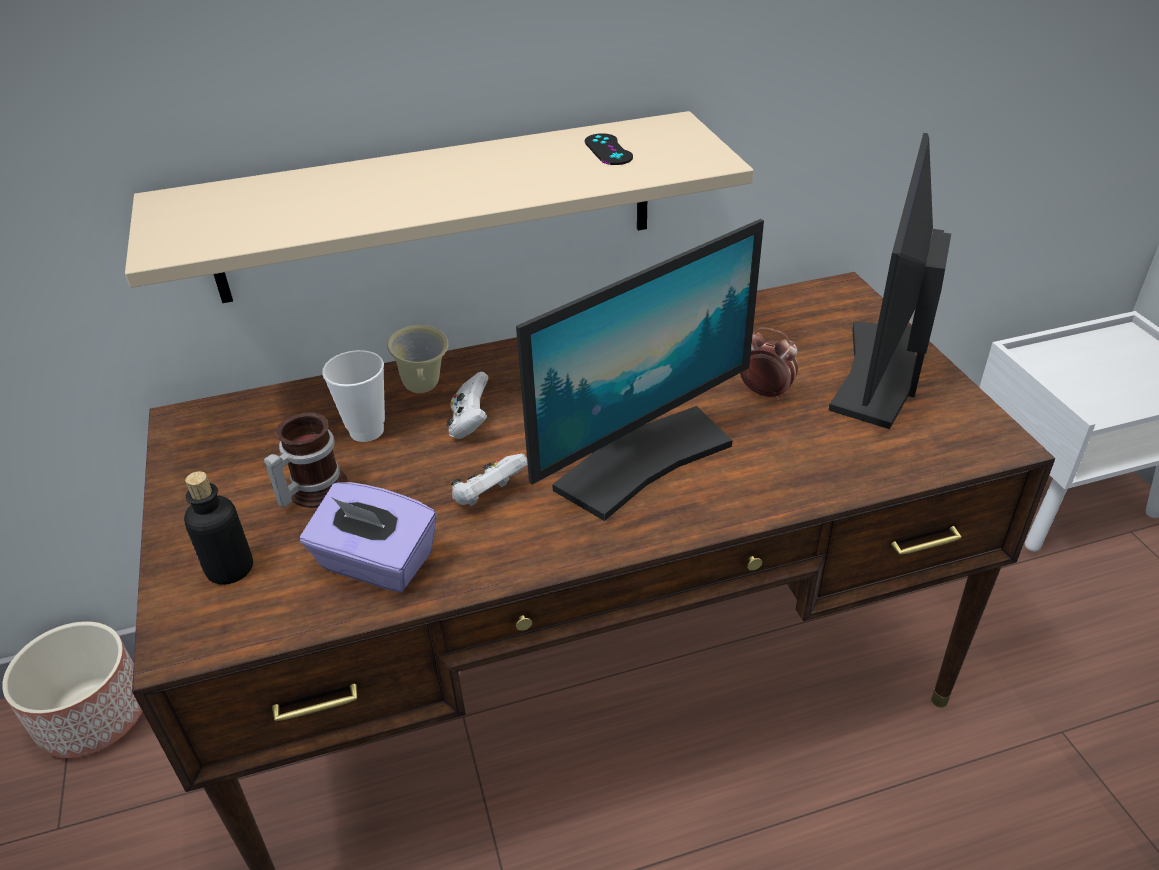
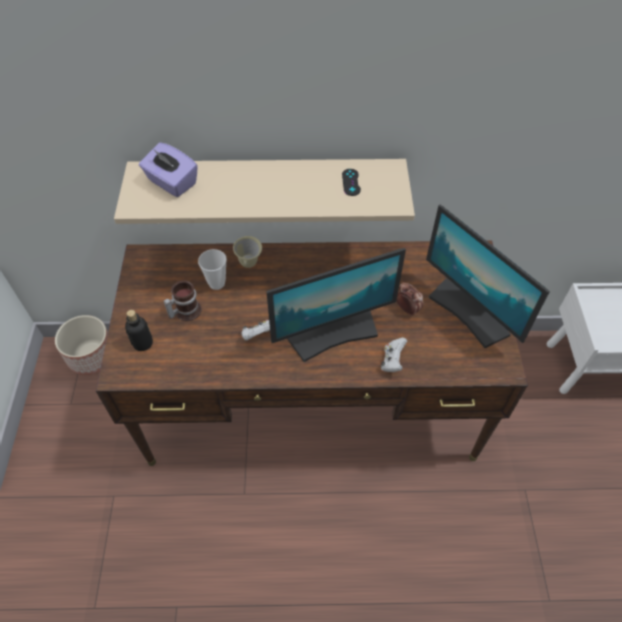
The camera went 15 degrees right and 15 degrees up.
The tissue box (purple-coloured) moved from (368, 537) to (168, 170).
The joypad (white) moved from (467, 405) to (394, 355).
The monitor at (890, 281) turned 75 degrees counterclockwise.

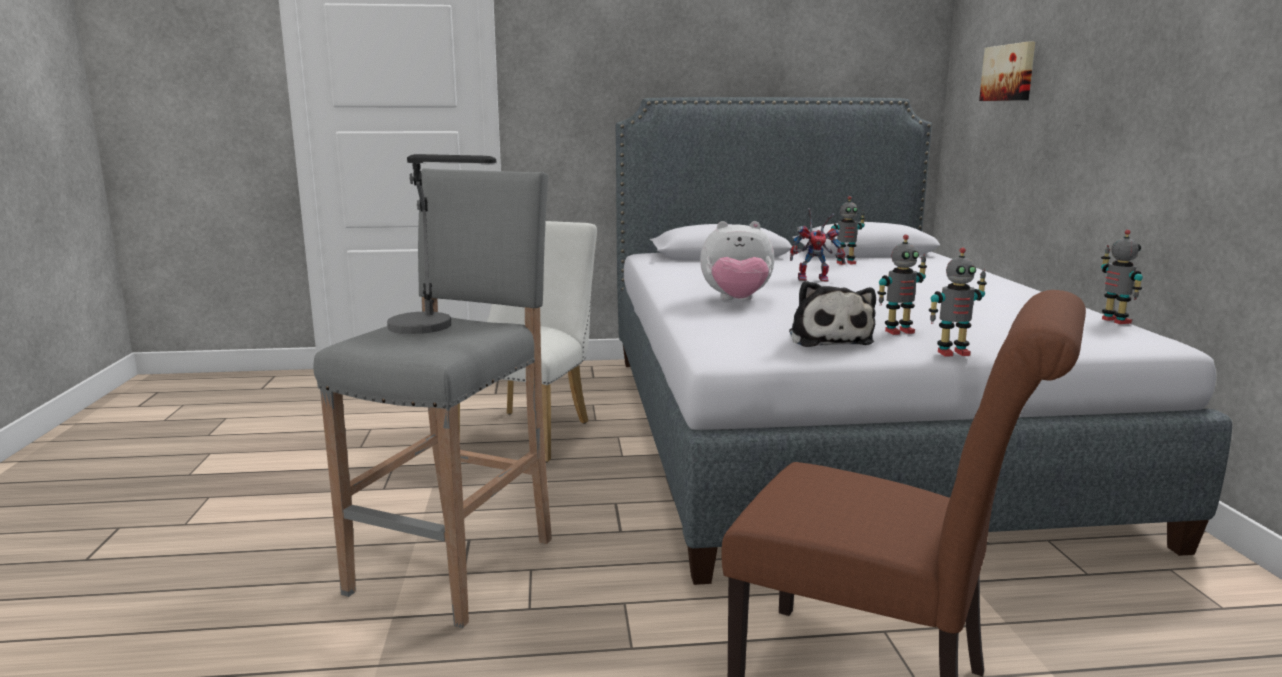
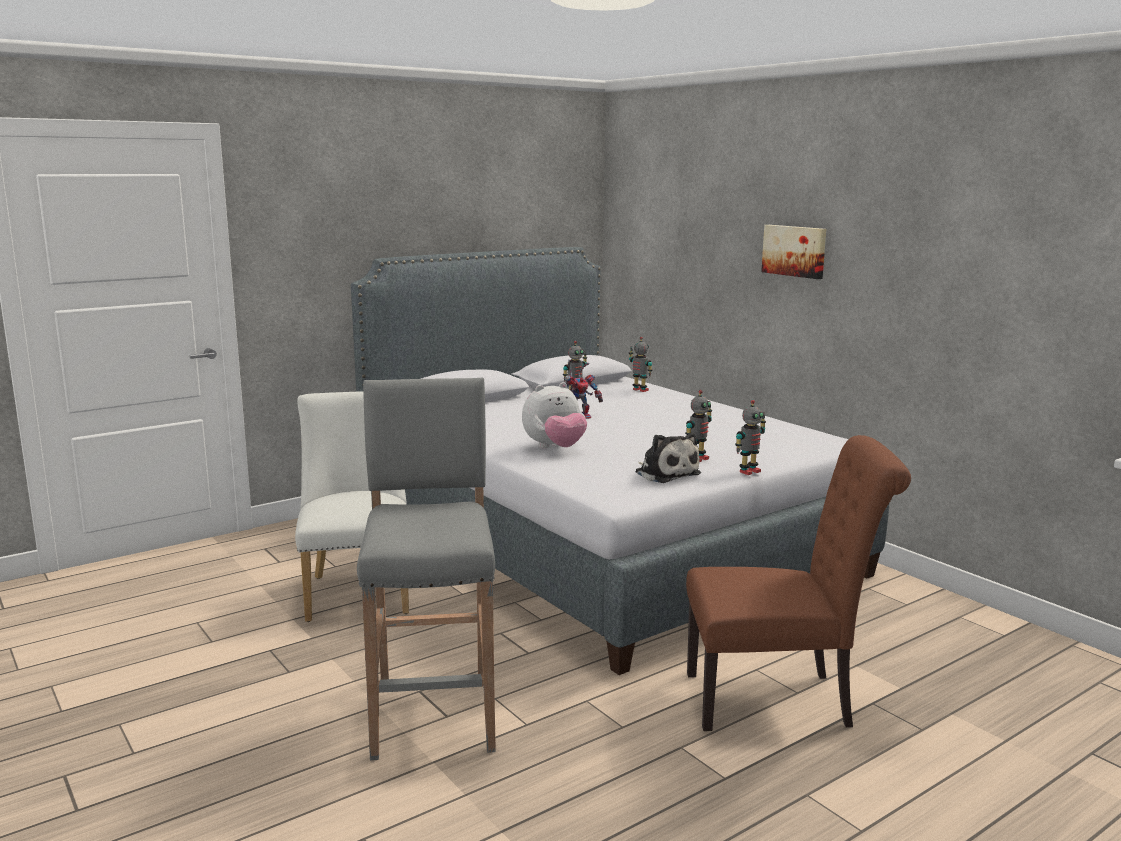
The camera went 30 degrees left and 0 degrees up.
The tabletop lamp at (441, 244) disappeared.
The picture moved from (1007, 71) to (793, 252).
The robot figure moved from (1122, 277) to (640, 364).

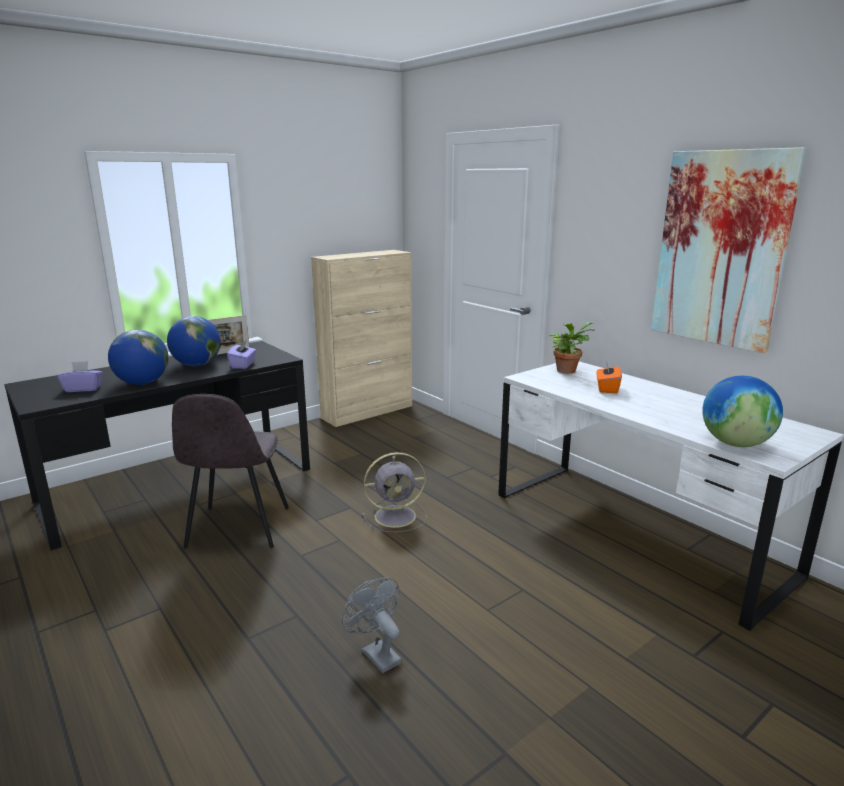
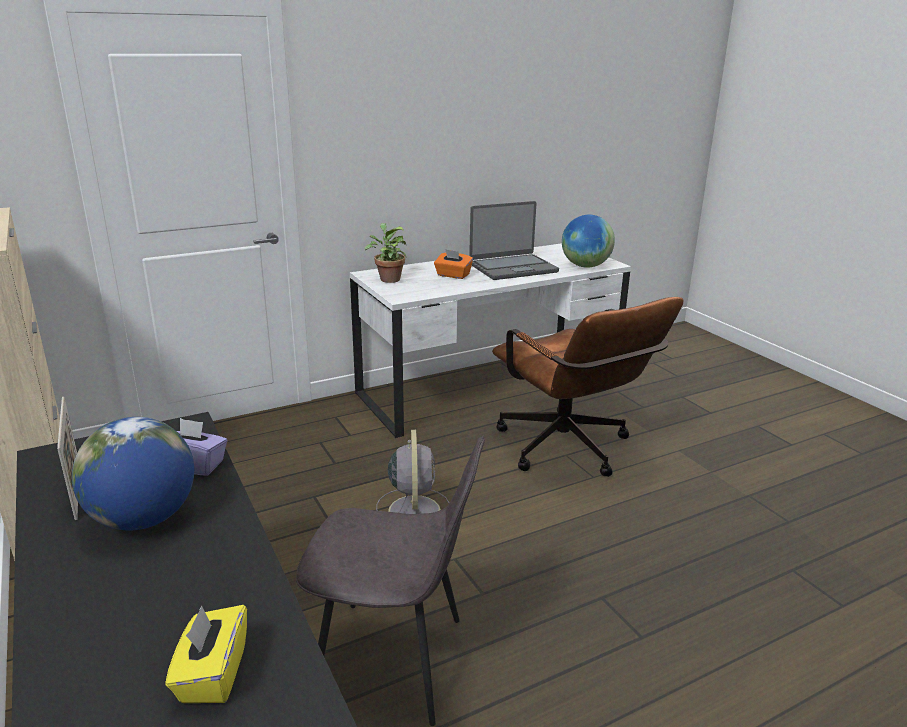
The camera went 80 degrees left and 5 degrees up.
The tissue box (purple-coloured) at (80, 376) became the tissue box (yellowish) at (206, 654).
The desk globe at (138, 357) disappeared.
The cooling fan (gray) at (371, 625) disappeared.
The picture at (729, 250) disappeared.
The notebook computer at (514, 240) appeared.
The office chair (brown-coloured) at (588, 387) appeared.

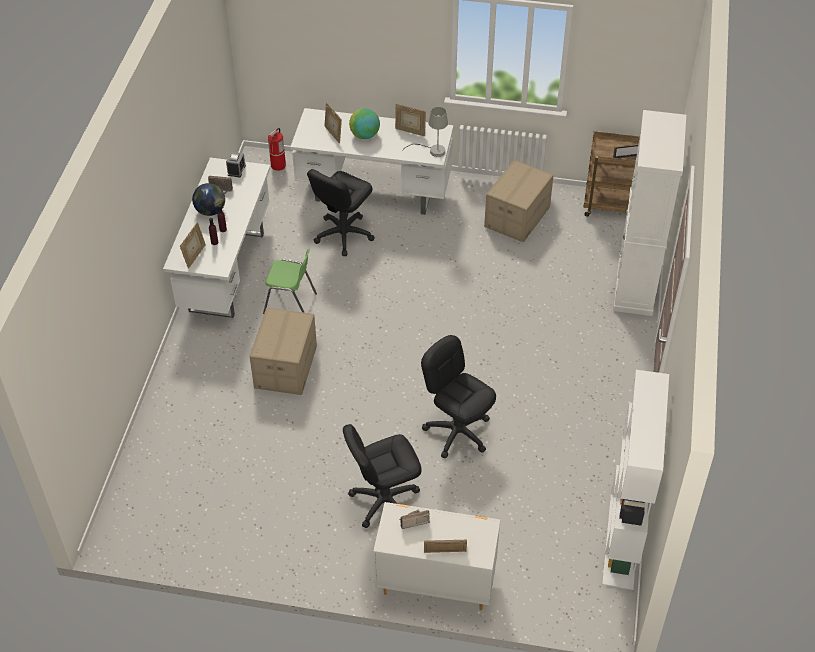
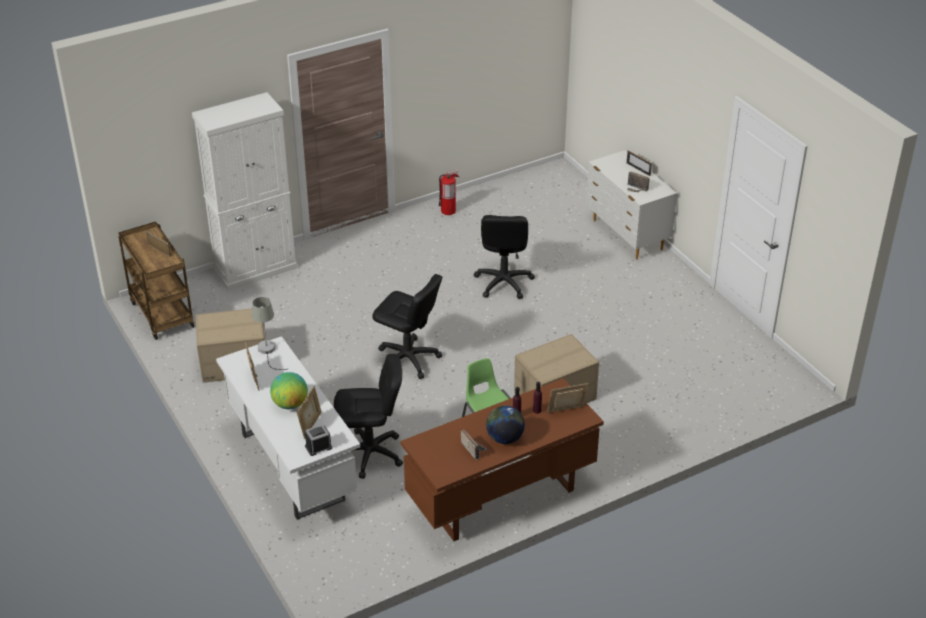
The camera went 130 degrees left and 10 degrees down.
The desk (white) at (217, 238) became the desk (brown-coloured) at (502, 459).
The table clock moved from (236, 164) to (318, 440).
The extinguisher moved from (277, 149) to (448, 192).
The office chair (black-coloured) moved from (382, 476) to (407, 326).
The bookshelf (white) at (635, 480) disappeared.

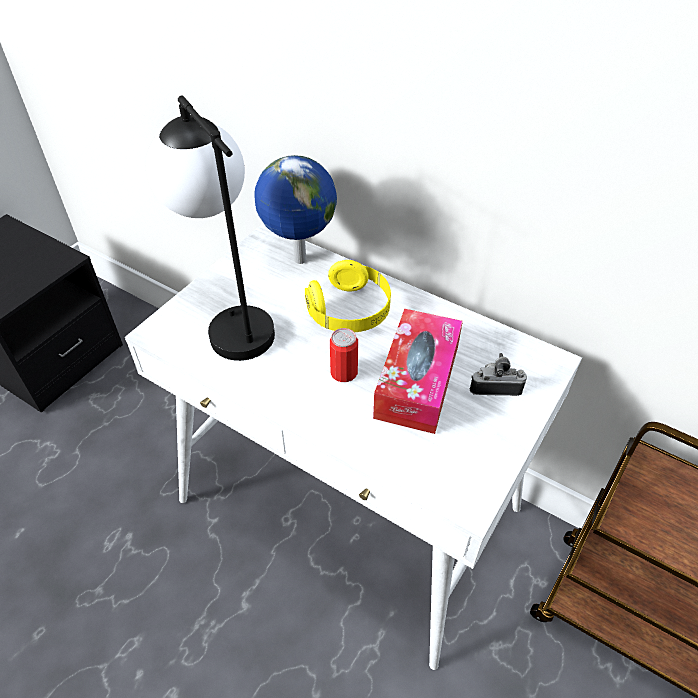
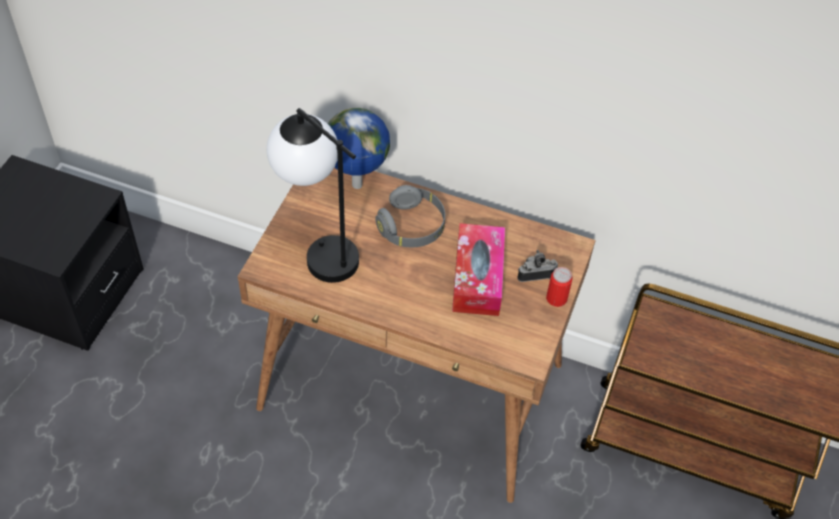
The camera went 15 degrees left and 5 degrees up.
The desk (white) at (353, 446) became the desk (brown-coloured) at (416, 335).
The headphones (yellowish) at (348, 296) became the headphones (gray) at (410, 216).
The metal can moved from (344, 355) to (559, 287).

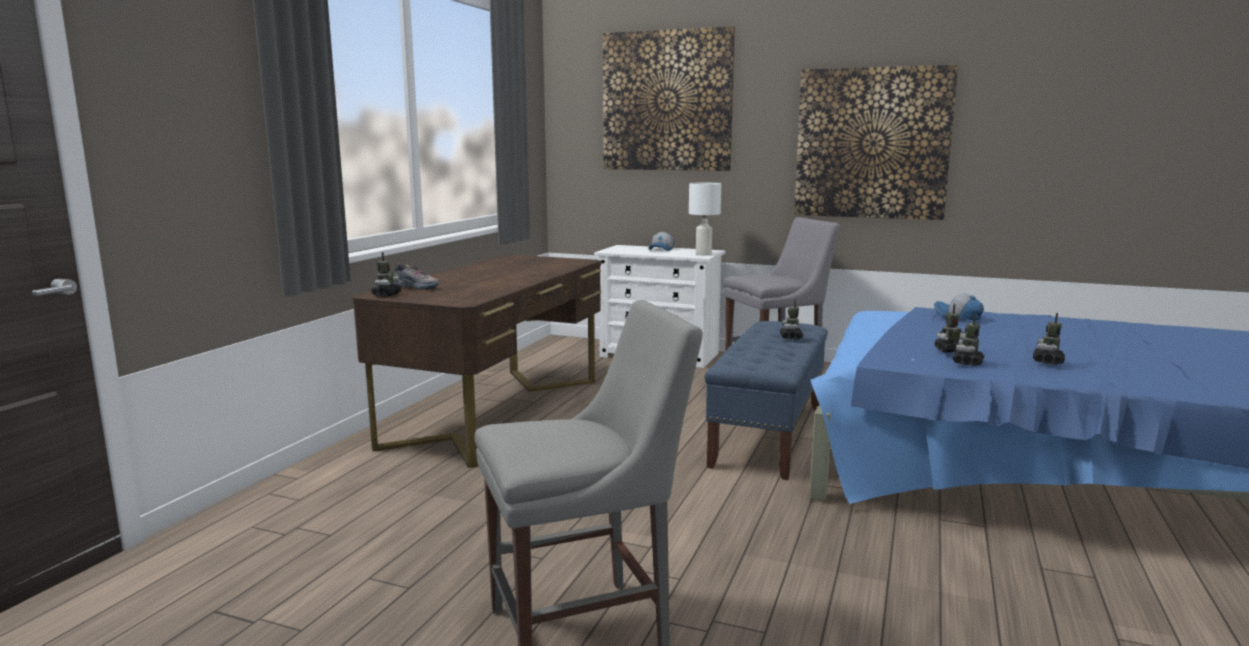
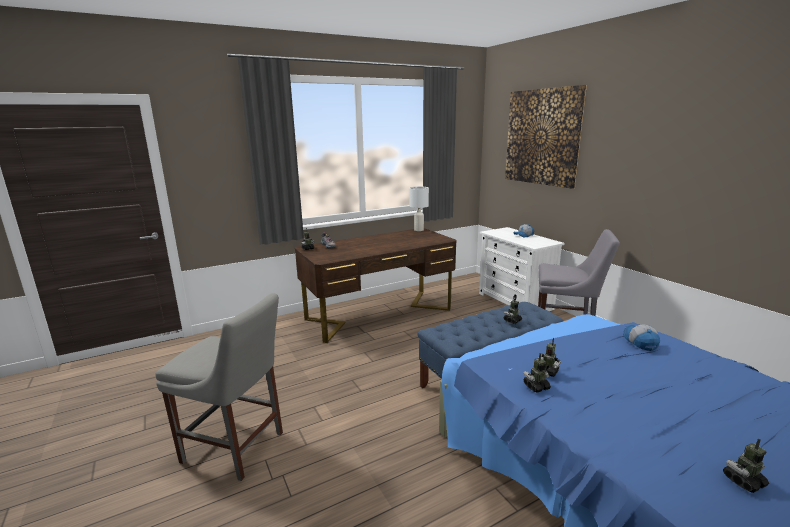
The camera went 40 degrees right and 5 degrees up.
The tabletop lamp (white) moved from (705, 219) to (419, 208).
The picture at (876, 142) disappeared.
The robot figure moved from (1049, 339) to (746, 465).

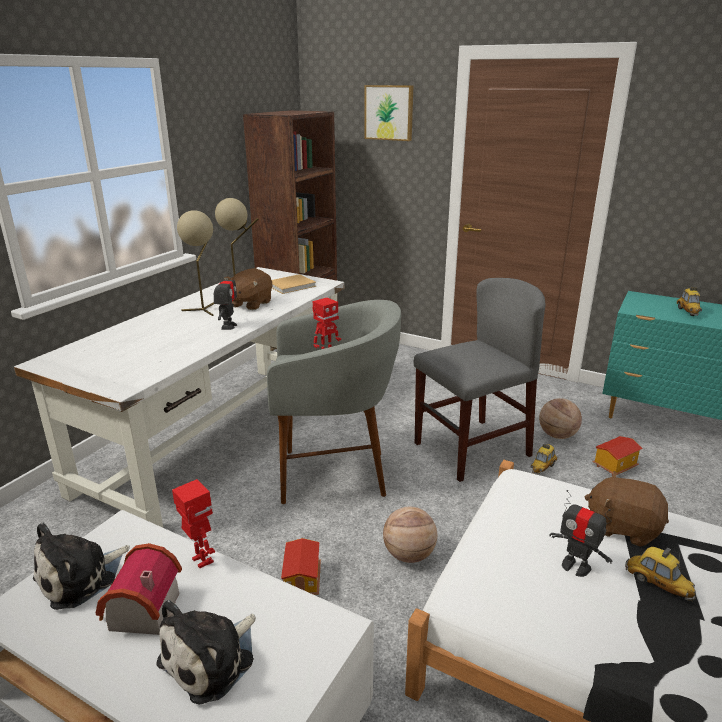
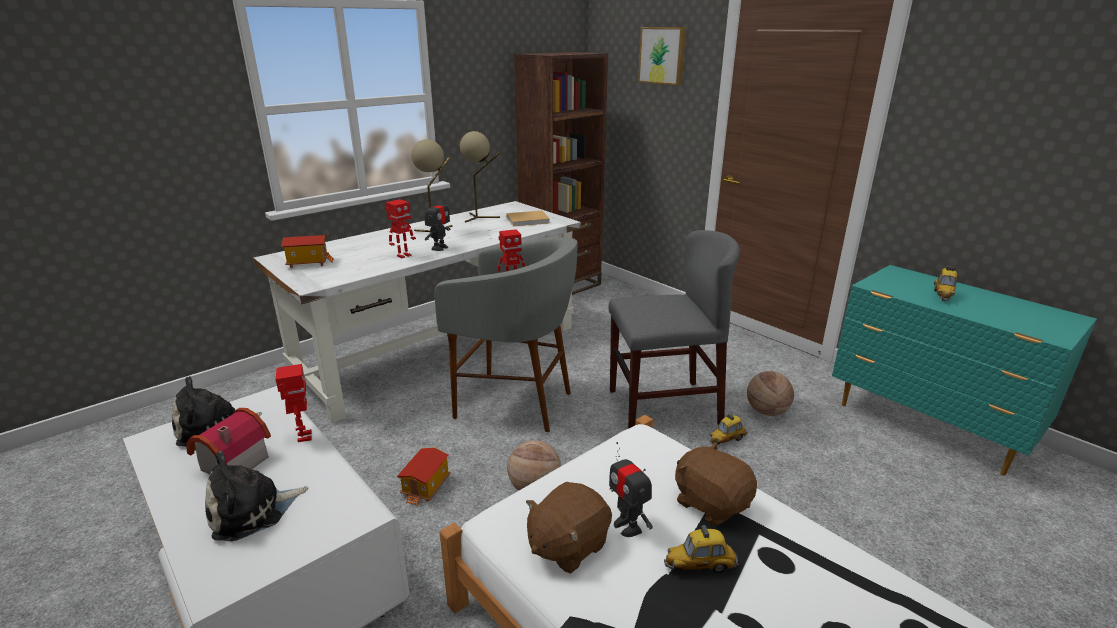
The camera went 20 degrees right and 0 degrees up.
The plush toy (brown-coloured) moved from (248, 289) to (569, 527).
The miniature house moved from (618, 456) to (307, 251).
The miniature car at (660, 574) turned 105 degrees clockwise.
The robot figure at (400, 229) appeared.

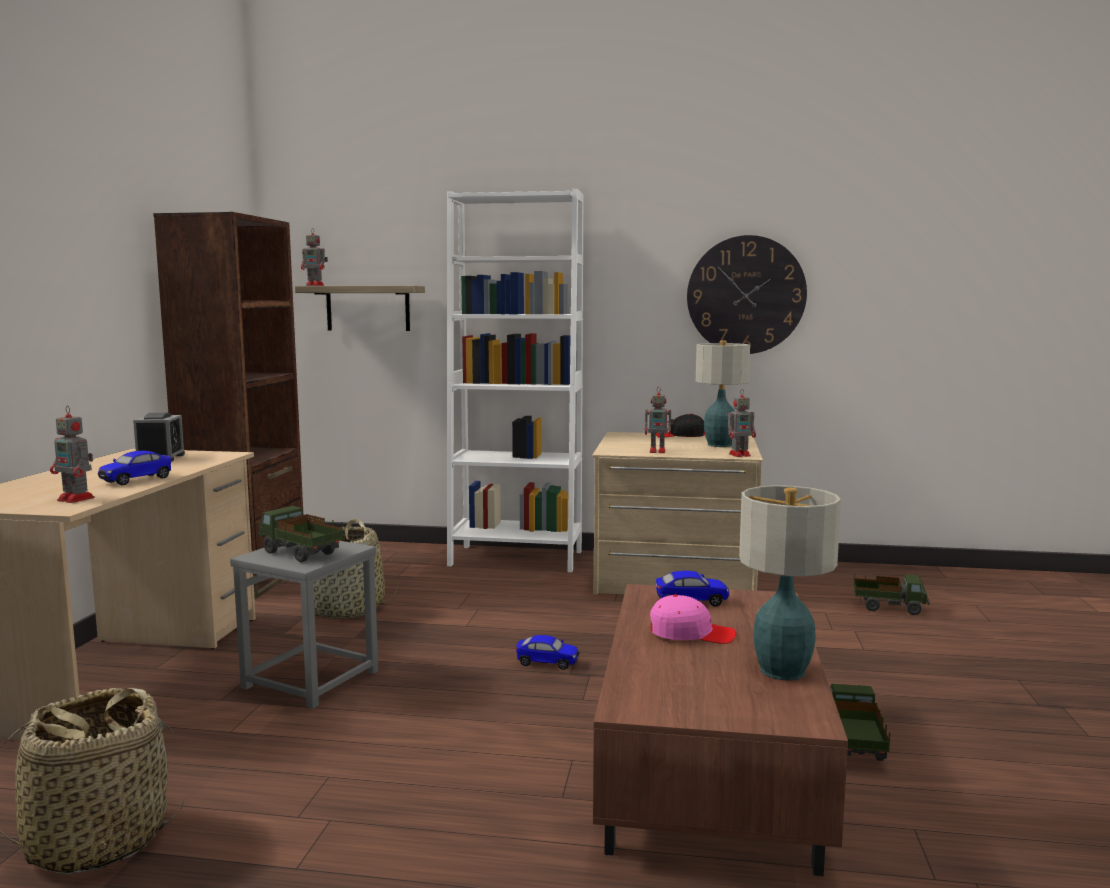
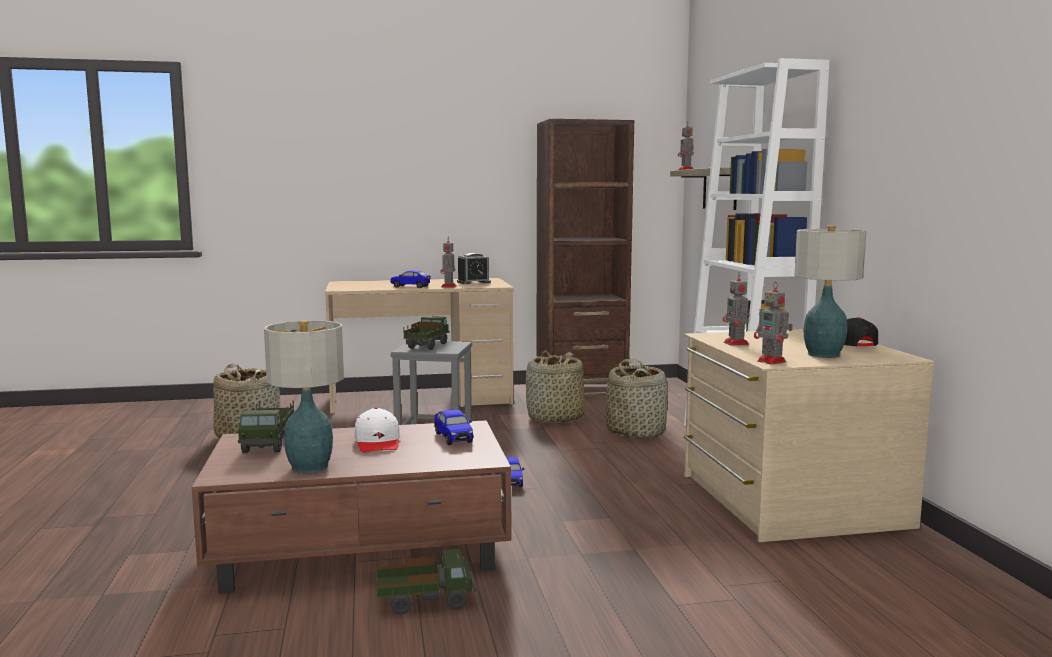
The camera went 70 degrees right and 0 degrees up.
The robot figure moved from (72, 454) to (449, 262).
The peaked cap (pink) at (693, 619) became the peaked cap (white) at (377, 429).
The clock on the wall at (747, 294) disappeared.
The model truck moved from (892, 594) to (266, 426).
The storage basket at (636, 399) appeared.

